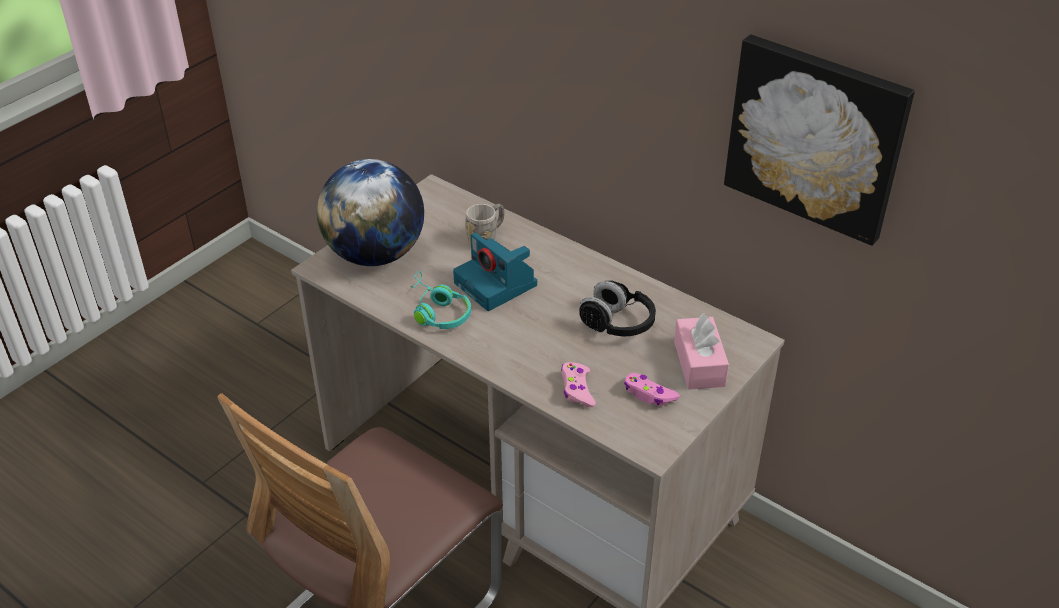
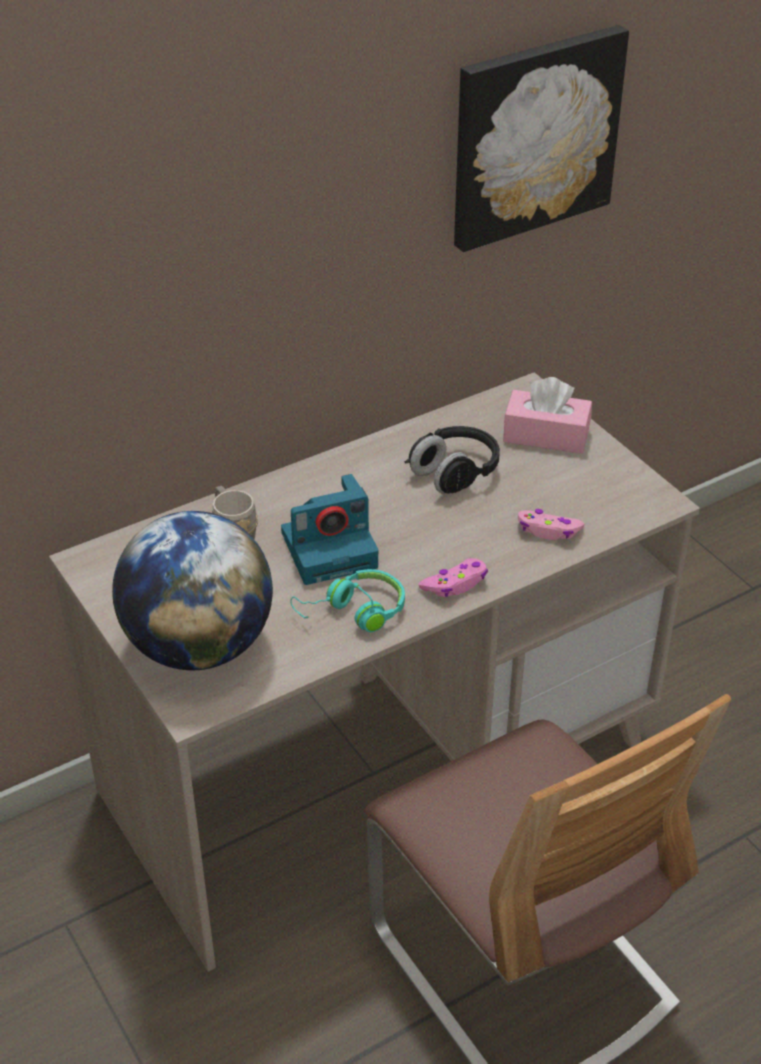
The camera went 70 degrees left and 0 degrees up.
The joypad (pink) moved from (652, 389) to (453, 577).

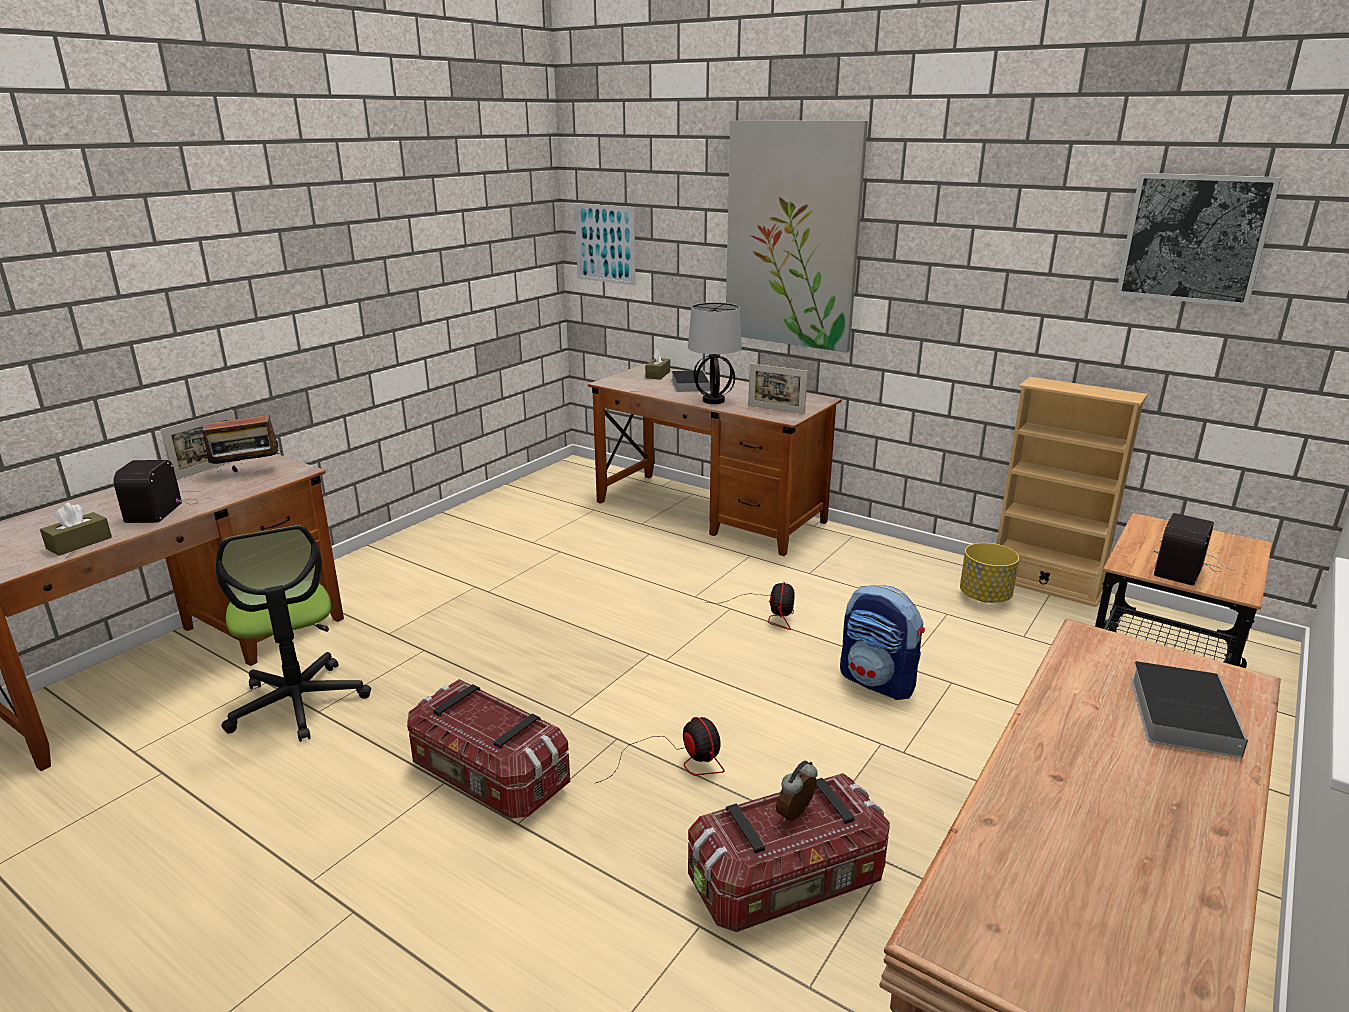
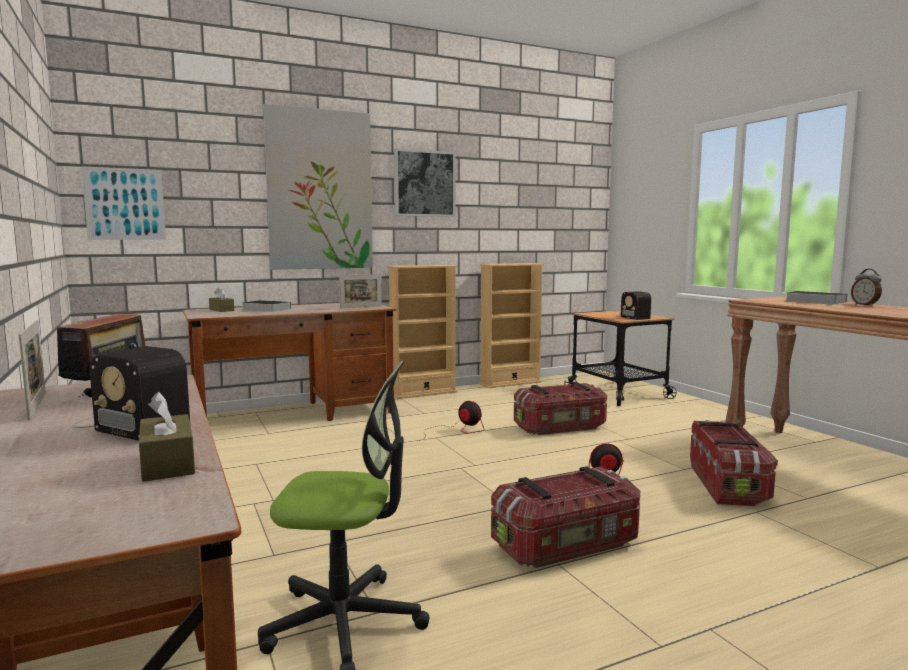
The camera went 60 degrees left and 15 degrees down.
The tabletop lamp at (715, 353) disappeared.
The table clock moved from (797, 791) to (866, 287).
The rucksack at (882, 642) was replaced by the storage box at (560, 408).
The flower pot (yellowish) at (989, 573) disappeared.
The picture moved from (1198, 240) to (424, 182).
The bookshelf (sand-coloured) at (422, 332) appeared.

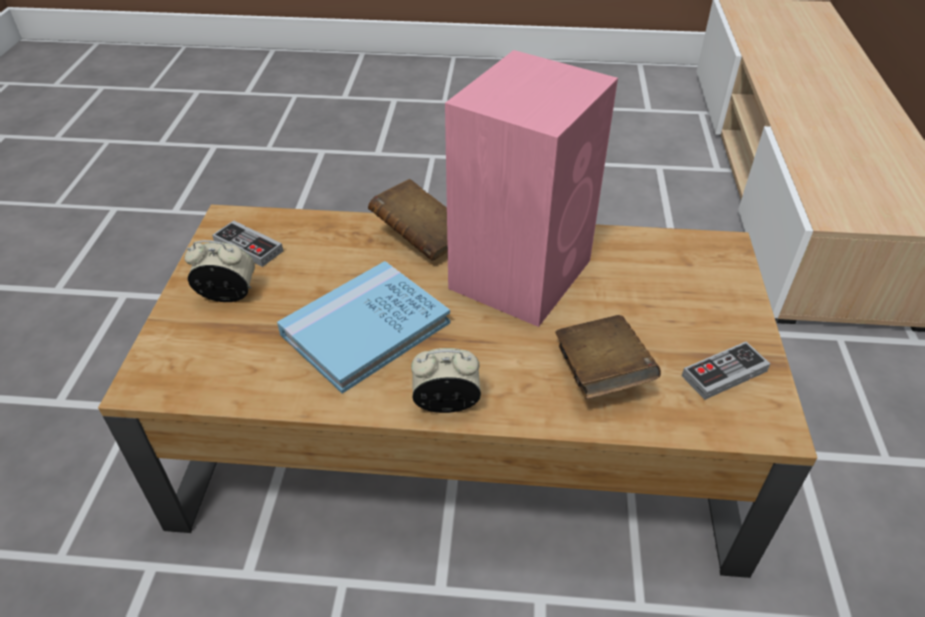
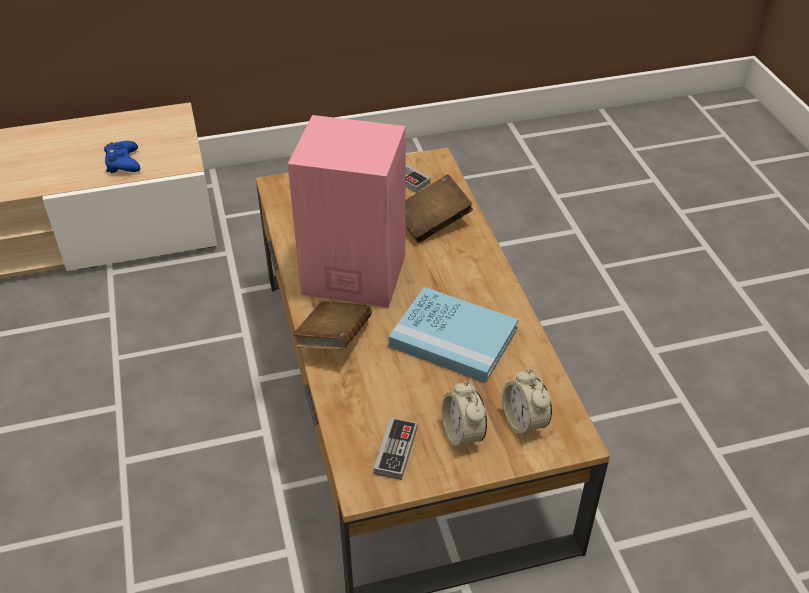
The camera went 110 degrees left and 0 degrees up.
The table clock moved from (446, 380) to (527, 404).
The joypad (blue) at (122, 157) appeared.

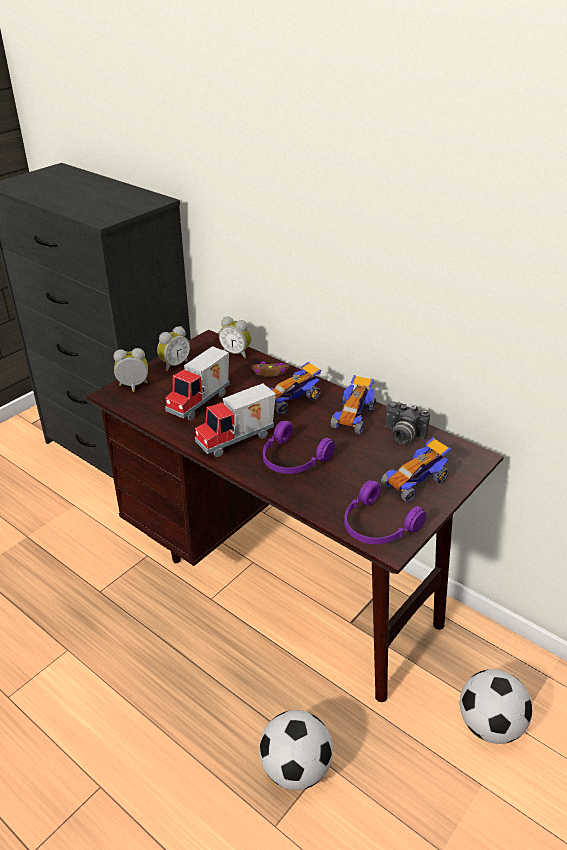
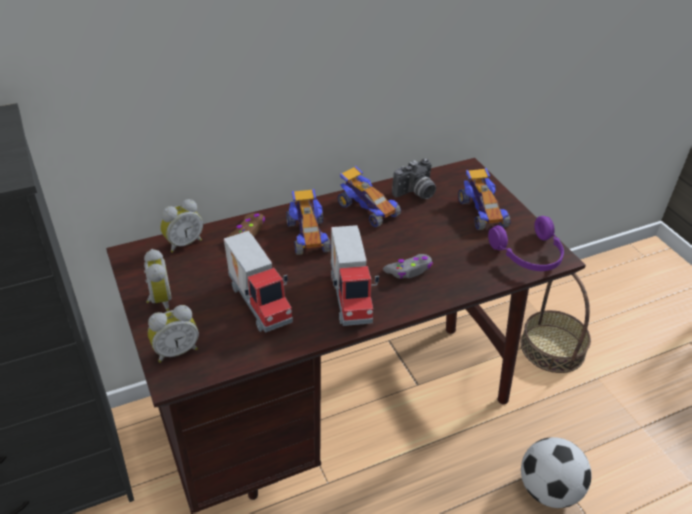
The camera went 65 degrees left and 5 degrees up.
The table clock at (131, 370) turned 135 degrees counterclockwise.
The headphones (purple-coloured) at (299, 447) was replaced by the joypad (gray) at (408, 266).
The football ball at (496, 706) was replaced by the storage basket at (555, 323).

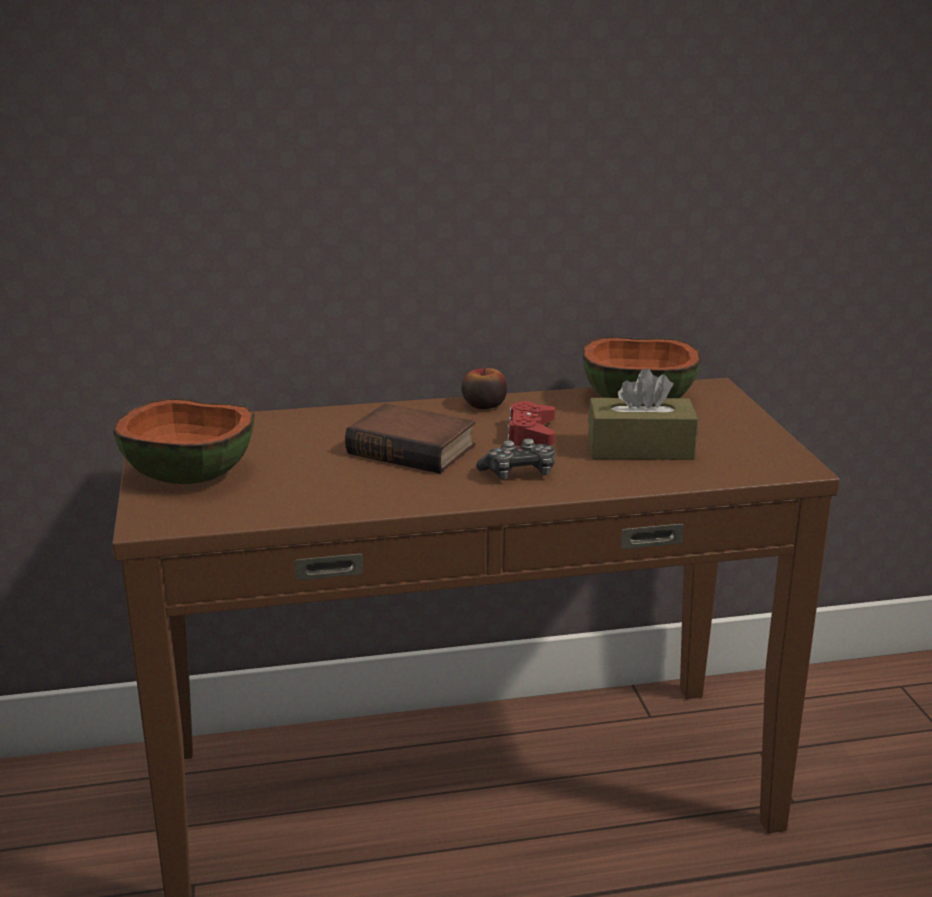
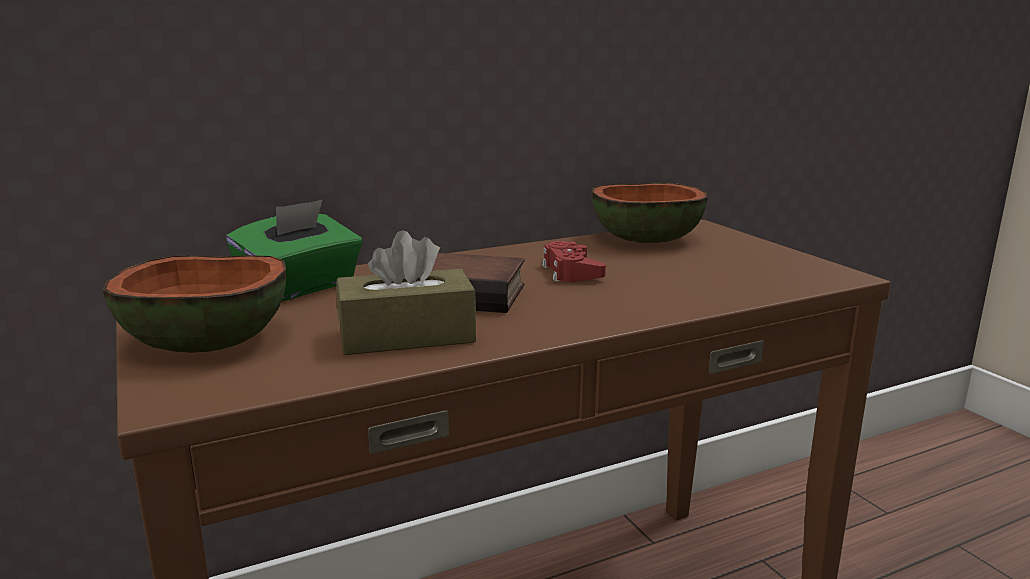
The camera went 15 degrees left and 5 degrees down.
The apple fruit at (484, 387) disappeared.
The joypad at (515, 459) disappeared.
The tissue box (brown-coloured) moved from (643, 414) to (406, 292).
The tissue box (greenish) at (294, 250) appeared.

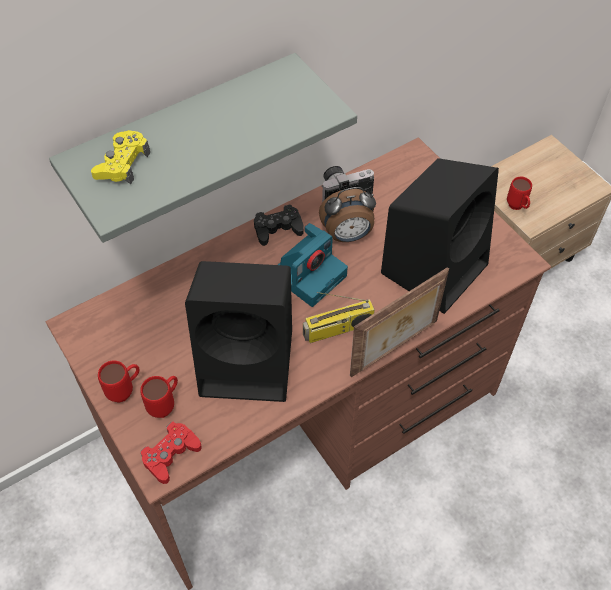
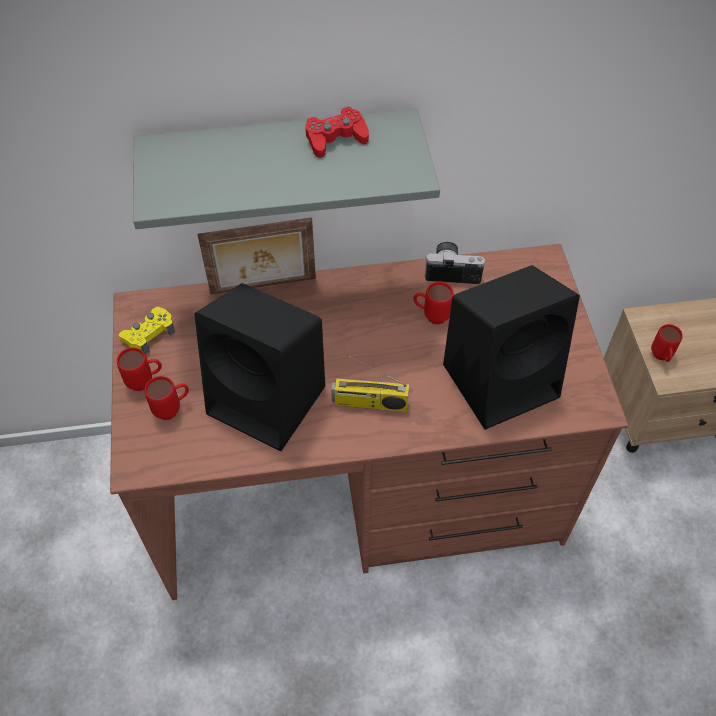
The camera went 25 degrees right and 0 degrees up.
The joypad (yellowish) moved from (120, 157) to (147, 330).
The joypad (reddish) moved from (171, 453) to (337, 132).
The joypad (black-coloured) at (279, 225) disappeared.
The photo camera at (313, 265) disappeared.
The table clock at (347, 214) was replaced by the mug (reddish) at (434, 303).
The standing frame moved from (399, 322) to (257, 255).

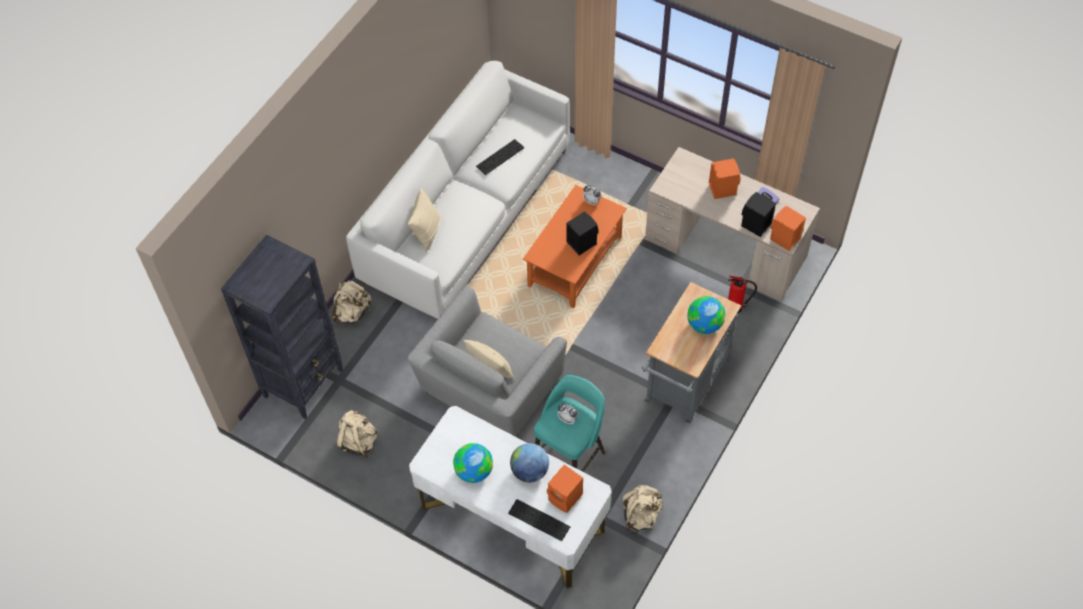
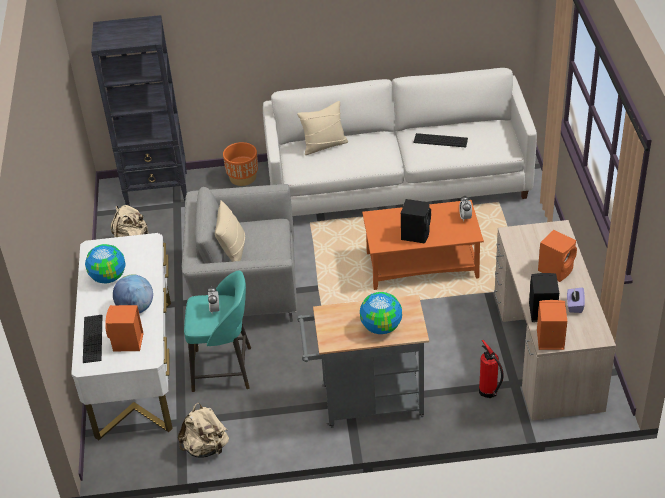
The camera went 55 degrees right and 15 degrees down.
The rucksack (sand-coloured) at (351, 302) was replaced by the flower pot (orange-coloured) at (240, 164).

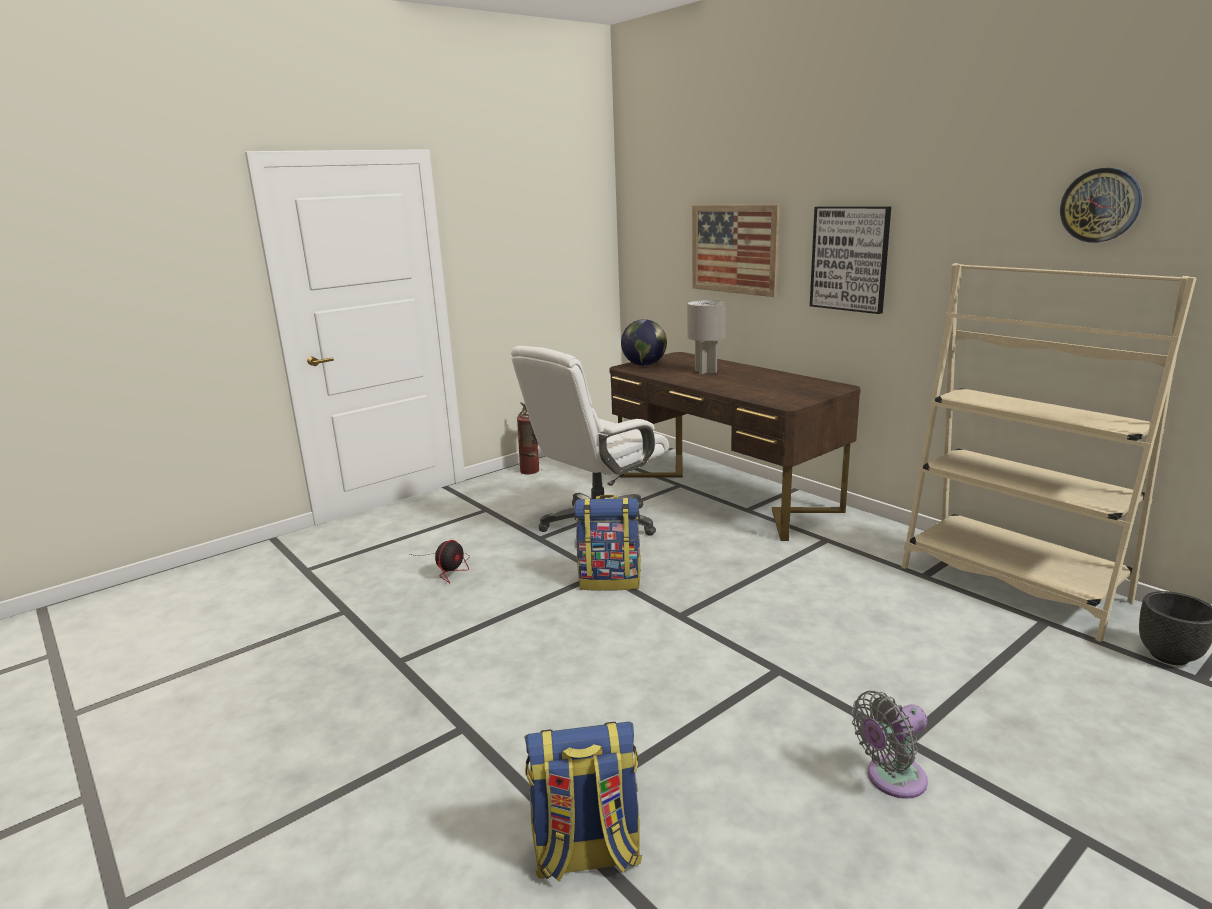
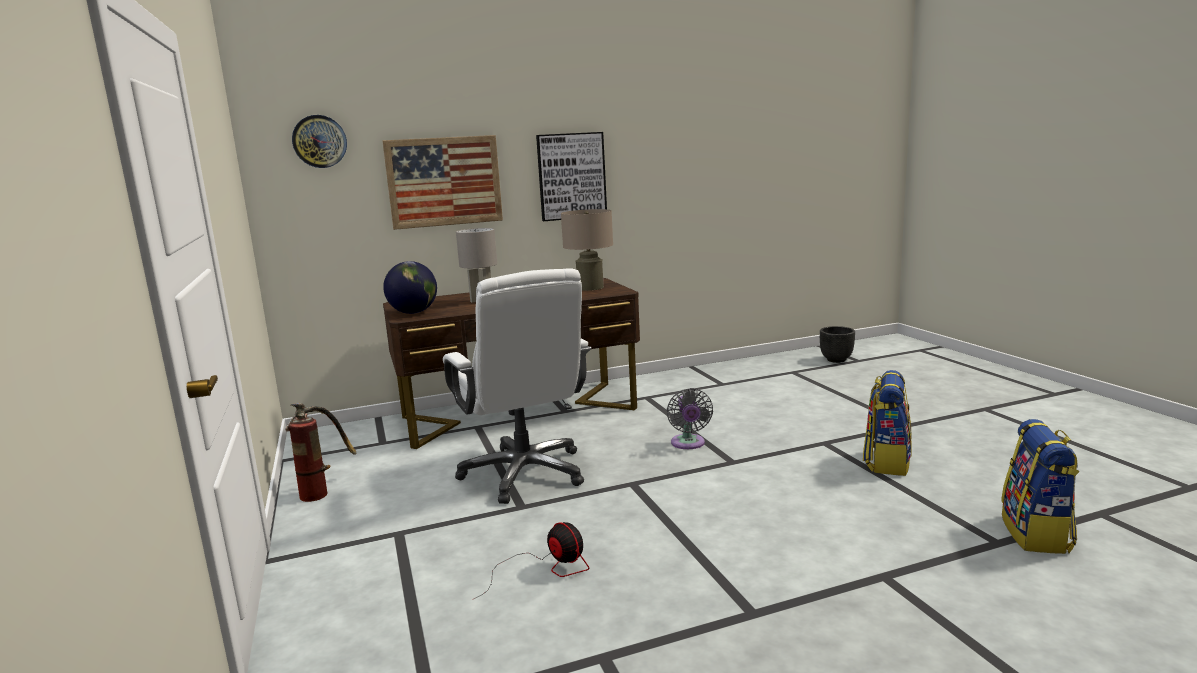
The camera went 70 degrees left and 5 degrees down.
The rucksack moved from (607, 543) to (887, 423).
The cooling fan (gray) moved from (890, 745) to (690, 418).
The bookshelf (sand-coloured) at (1049, 452) disappeared.
The clock on the wall moved from (1101, 205) to (319, 141).
The tabletop lamp (sand-coloured) at (587, 250) appeared.

